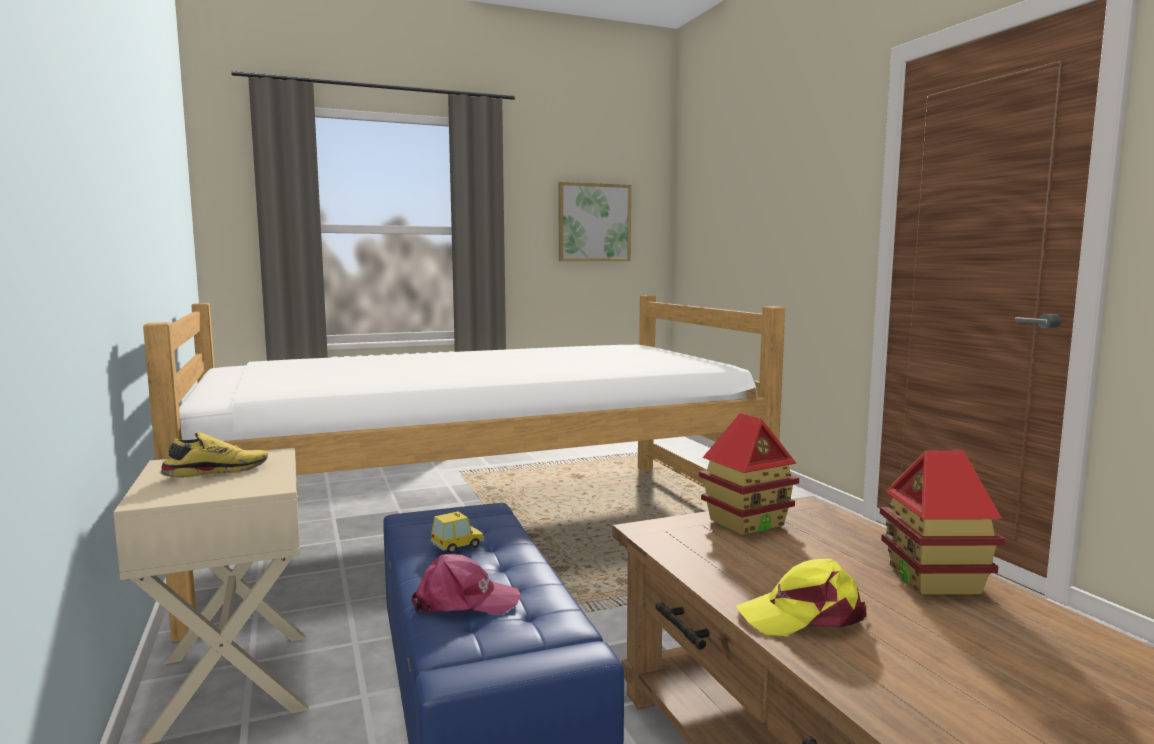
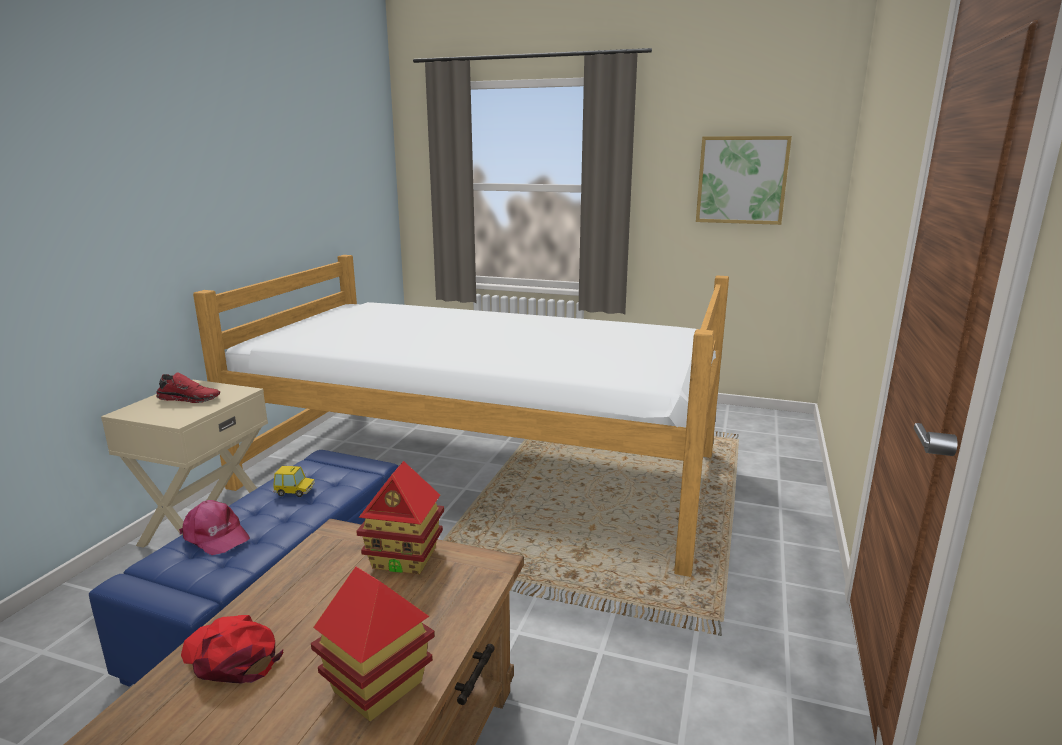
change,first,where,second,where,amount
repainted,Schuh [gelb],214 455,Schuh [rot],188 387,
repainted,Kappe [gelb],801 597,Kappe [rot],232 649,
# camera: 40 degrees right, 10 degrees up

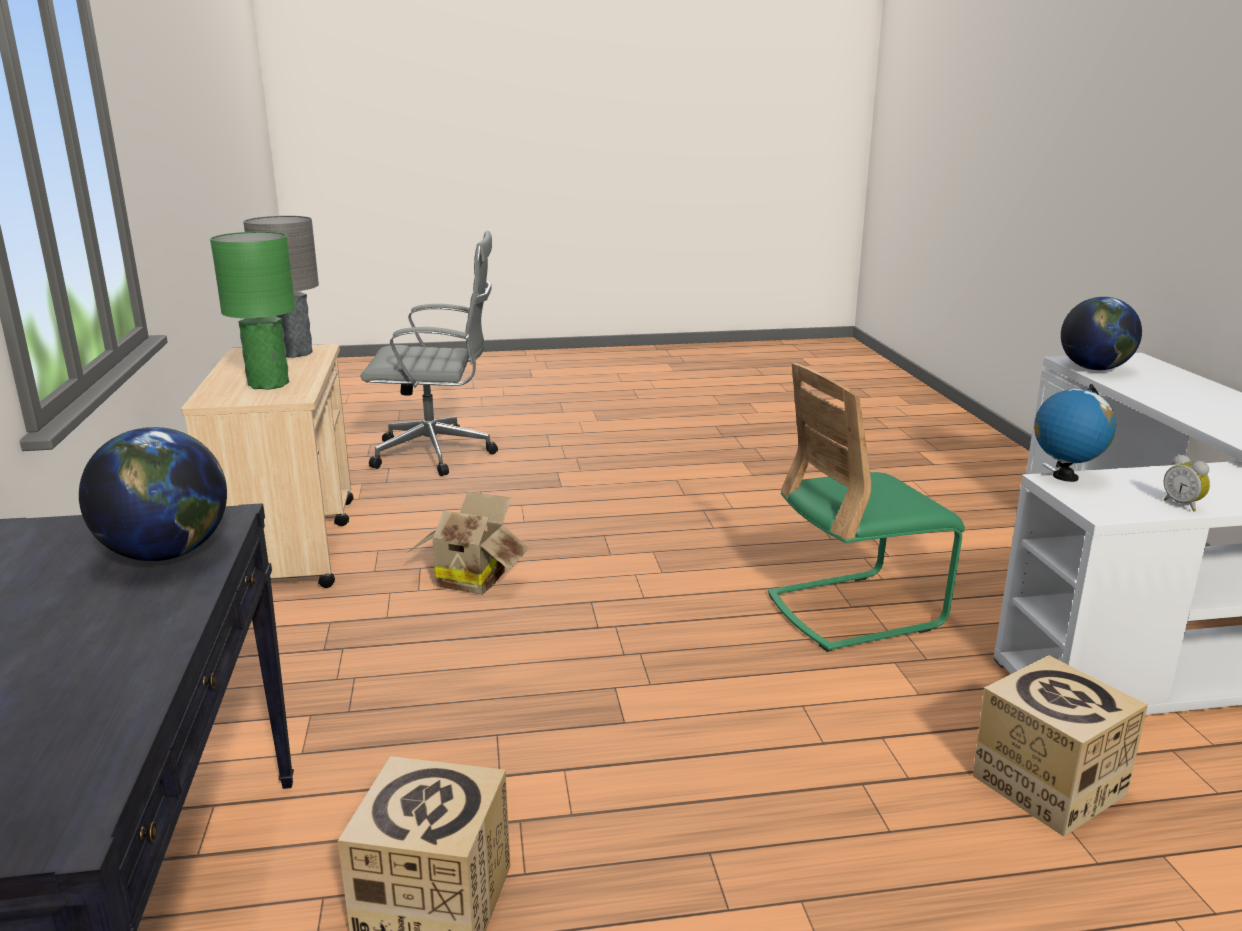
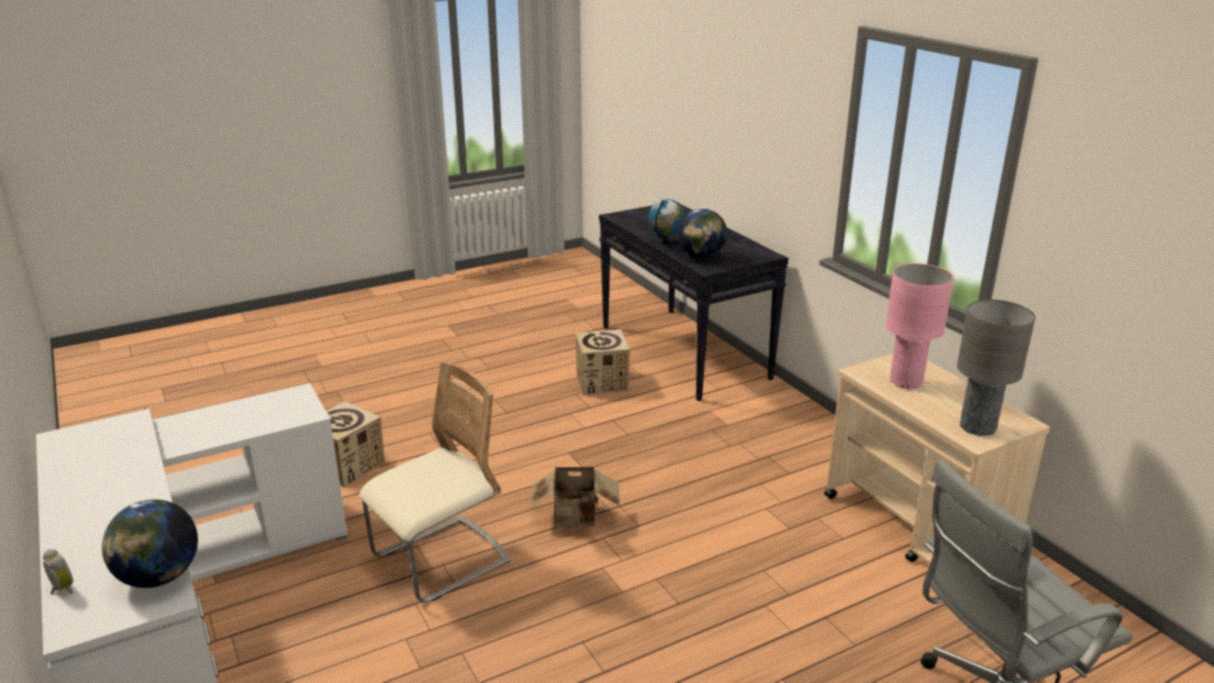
change,first,where,second,where,amount
shifted,Karton,468 543,,575 497,
shifted,Globus,1075 433,,667 222,
shifted,Wecker,1187 483,,58 571,
repainted,Tischlampe [grün],253 310,Tischlampe [rosa],920 326,
repainted,Stuhl [grün],866 507,Stuhl [beige],435 482,
# camera: 160 degrees right, 5 degrees up

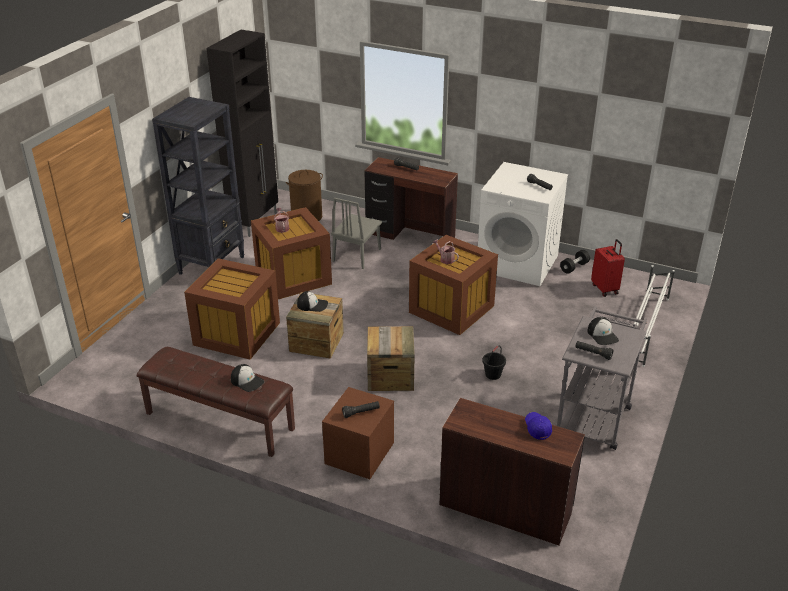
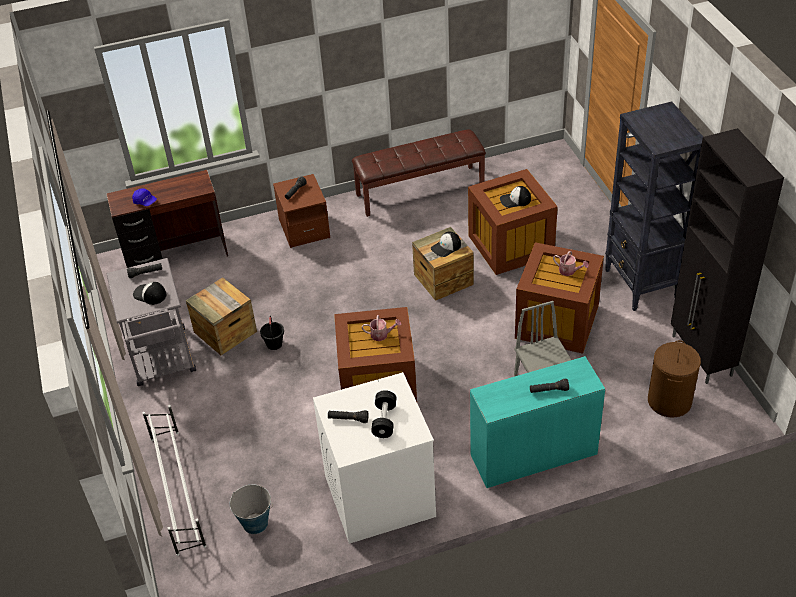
change,first,where,second,where,amount
shifted,Kappe,247 378,,515 197,
shifted,Kiste,391 358,,221 316,
shifted,Hantel [schwarz],575 262,,383 414,
swapped,Koffer [rot],608 268,Eimer,251 509,
repainted,Schreibtisch [braun],411 198,Schreibtisch [türkis],537 422,
# camera: 140 degrees right, 10 degrees up

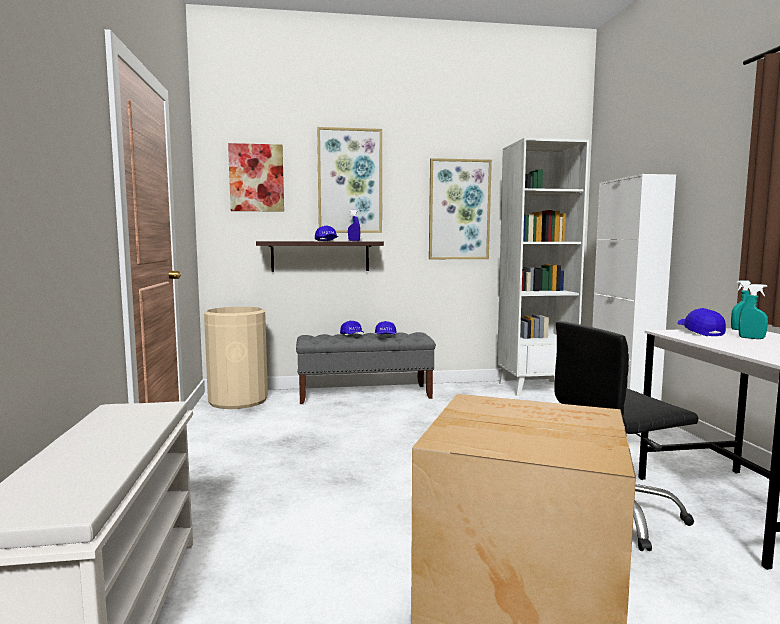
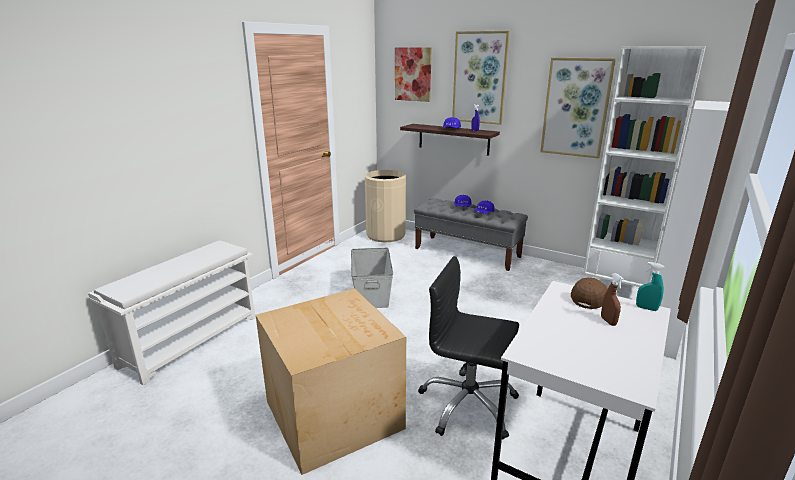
change,first,where,second,where,amount
new,,,Aufbewahrungsbox [grau],372 278,
repainted,Kappe [blau],701 322,Kappe [braun],589 293,
repainted,Sprühflasche [türkis],753 311,Sprühflasche [braun],612 299,
# camera: 40 degrees right, 15 degrees up

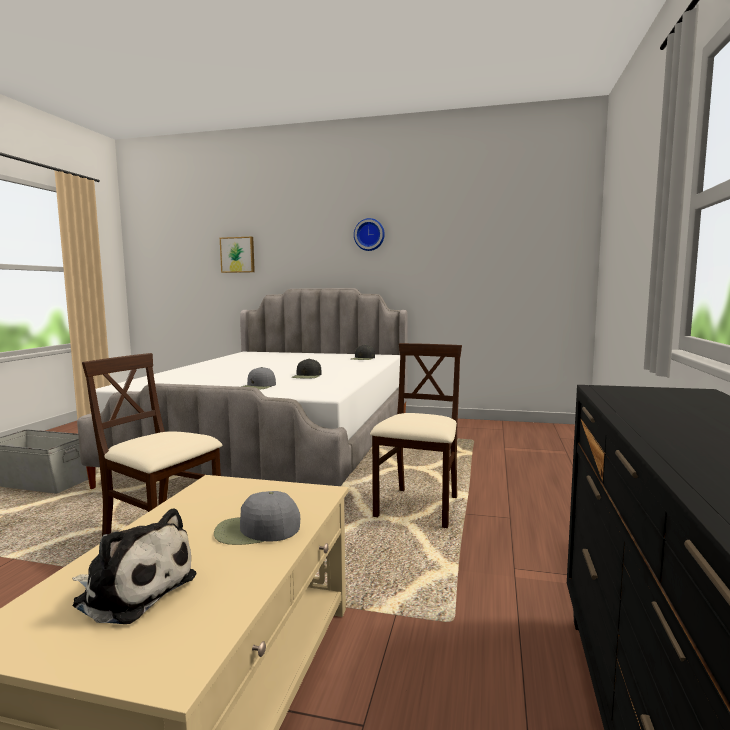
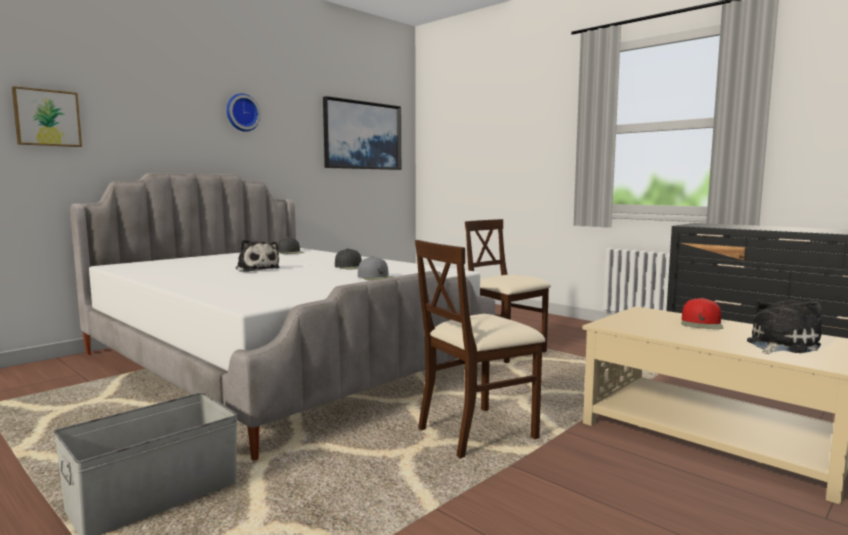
change,first,where,second,where,amount
new,,,Plüschtier,258 256,
new,,,Bild,362 133,
repainted,Kappe [grau],257 518,Kappe [rot],702 313,
# camera: 60 degrees left, 0 degrees up

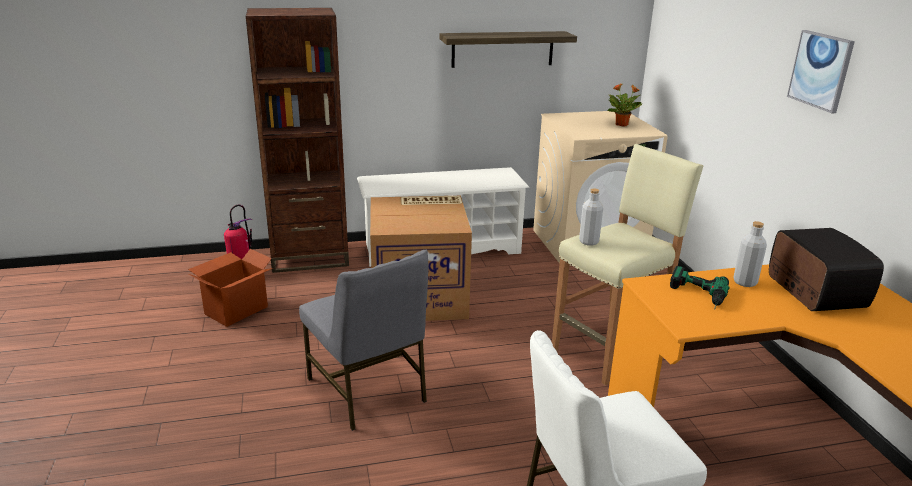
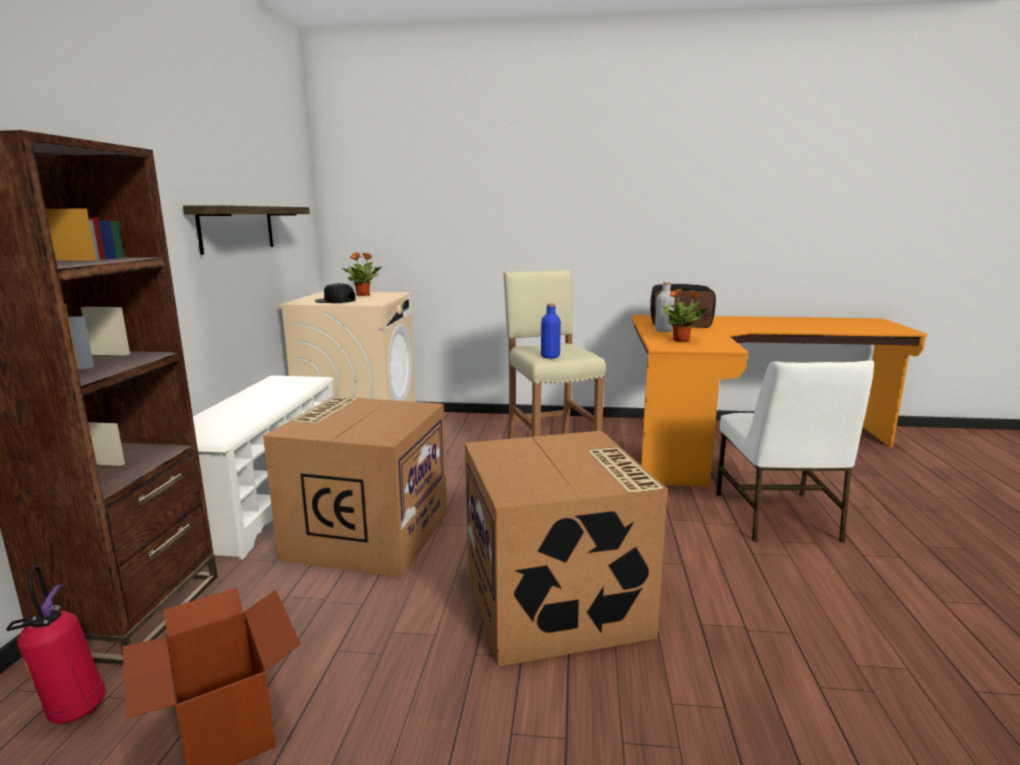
change,first,where,second,where,amount
gone,Bild,821 71,,,
new,,,Kappe [schwarz],335 293,
swapped,Stuhl [grau],364 340,Karton,566 549,
swapped,Bohrmaschine,700 288,Topfpflanze,684 315,
repainted,Flasche [grau],591 217,Flasche [blau],551 331,
# camera: 70 degrees left, 10 degrees down

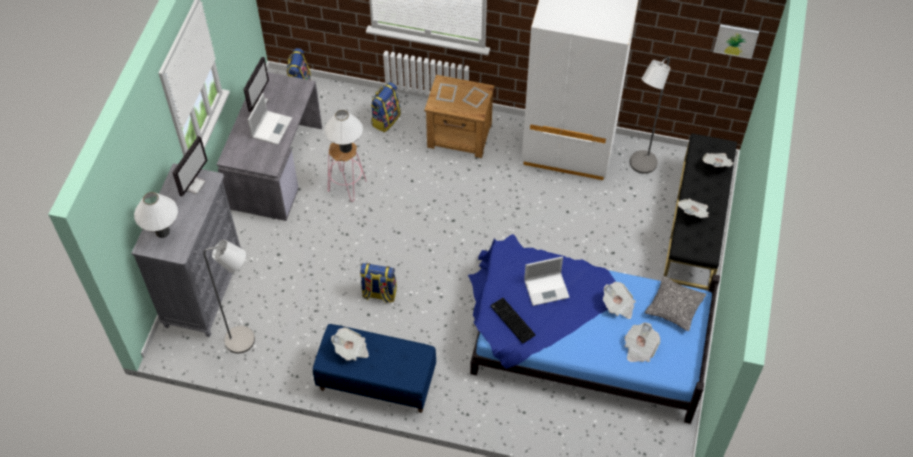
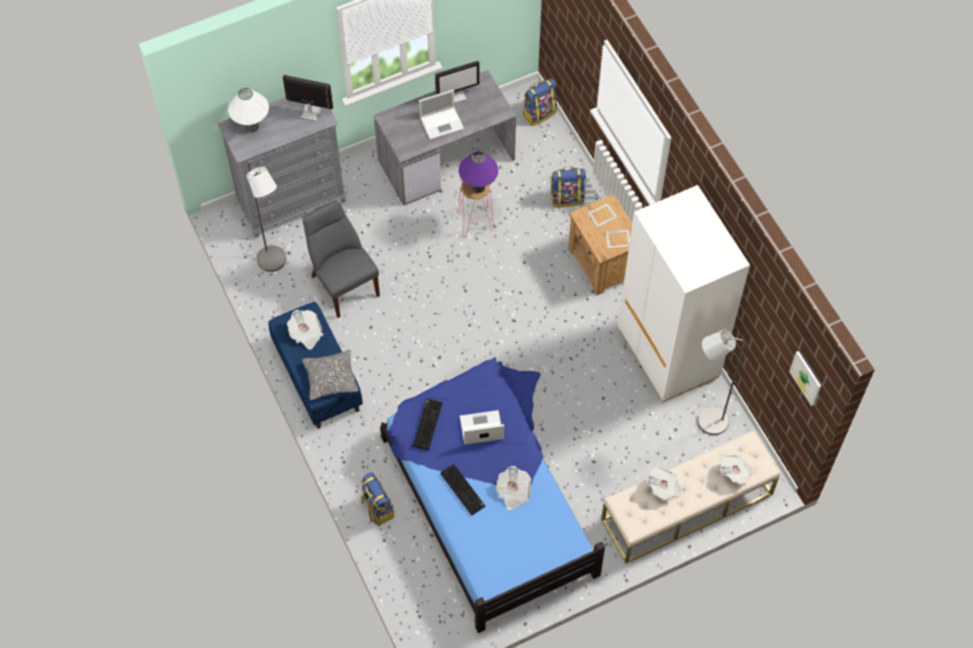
change,first,where,second,where,amount
gone,Zeitung,642 342,,,
new,,,Stuhl [grau],341 259,
new,,,Tastatur,462 489,
shifted,Rucksack,378 283,,377 499,
shifted,Kissen,675 303,,330 375,
repainted,Tischlampe [weiß],343 131,Tischlampe [lila],478 172,
repainted,Bank [schwarz],700 211,Bank [beige],690 497,
rotated,Monitor,190 166,,308 98,150 degrees counterclockwise
rotated,Laptop,547 281,,482 427,135 degrees clockwise
# camera: 50 degrees right, 5 degrees up

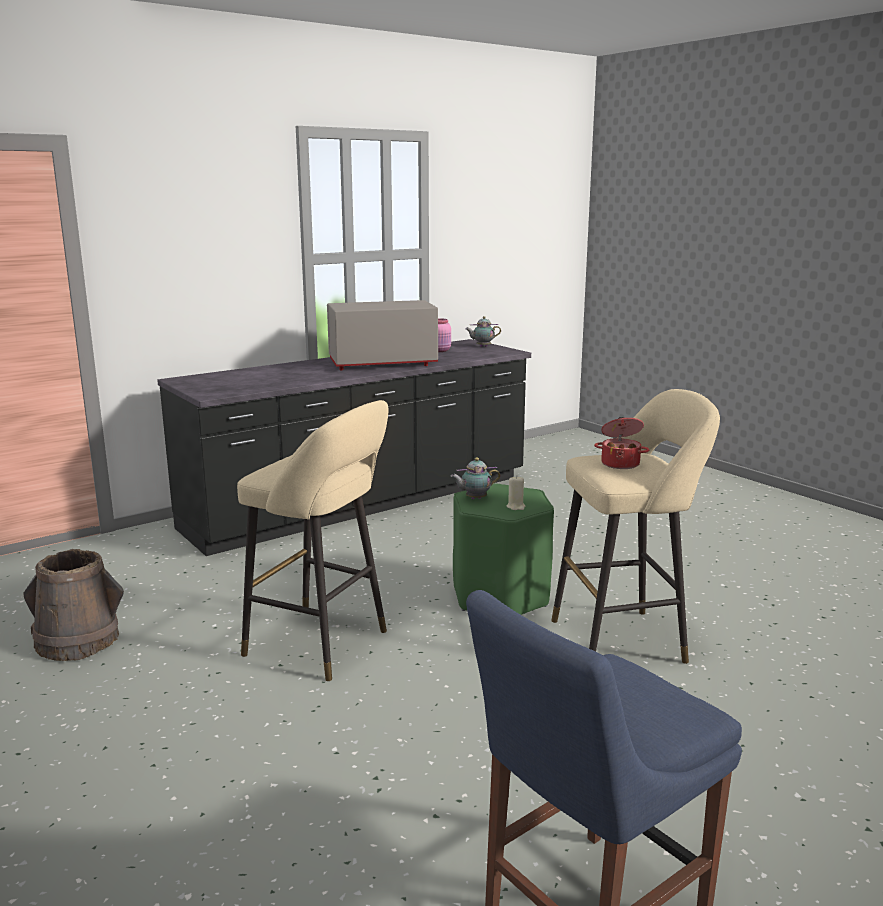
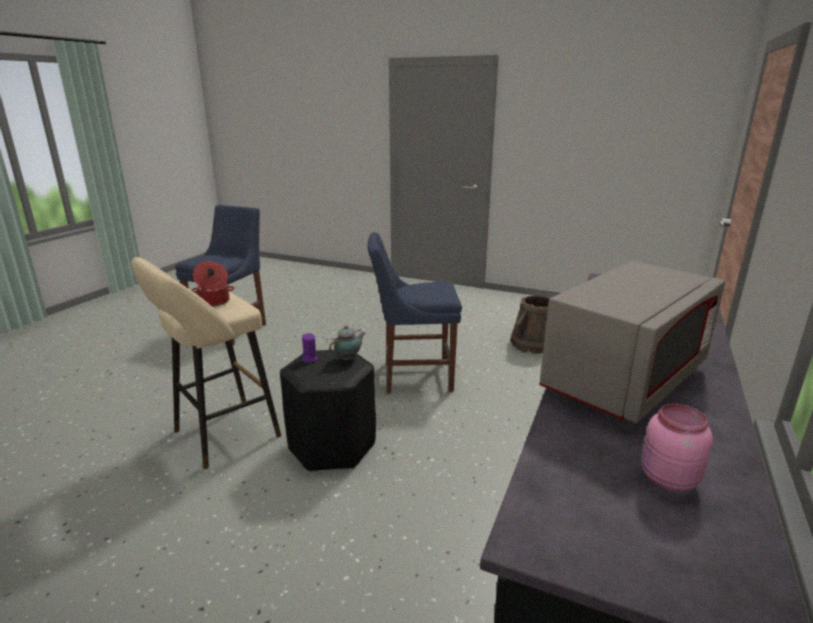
change,first,where,second,where,amount
gone,Teekanne,483 331,,,
swapped,Hocker [beige],313 540,Stuhl [blau],415 312,
repainted,Hocker [grün],503 549,Hocker [schwarz],328 411,
repainted,Kerze [beige],516 493,Kerze [lila],310 348,
# camera: 150 degrees right, 5 degrees up

